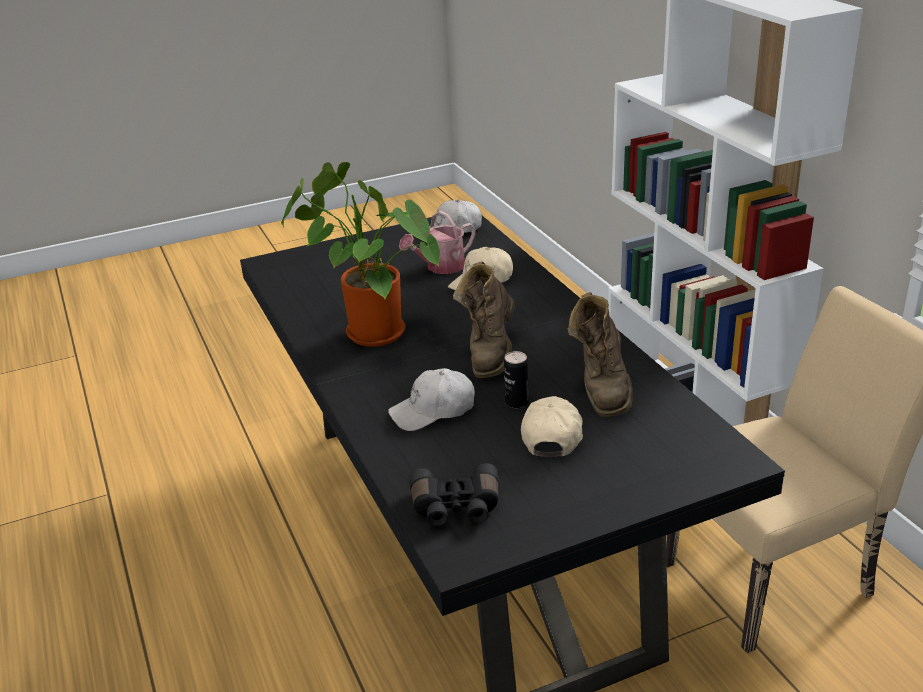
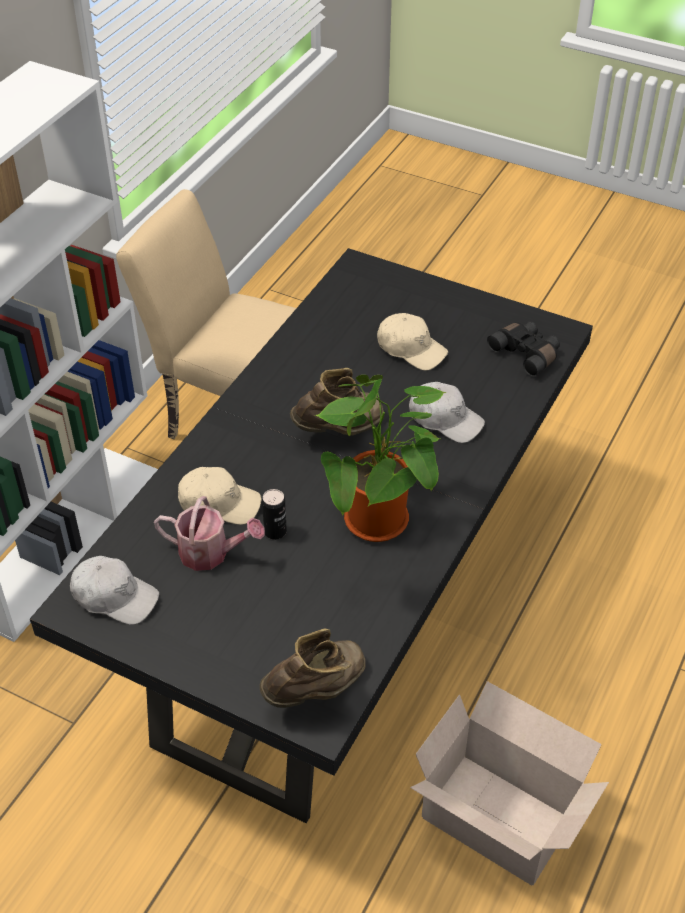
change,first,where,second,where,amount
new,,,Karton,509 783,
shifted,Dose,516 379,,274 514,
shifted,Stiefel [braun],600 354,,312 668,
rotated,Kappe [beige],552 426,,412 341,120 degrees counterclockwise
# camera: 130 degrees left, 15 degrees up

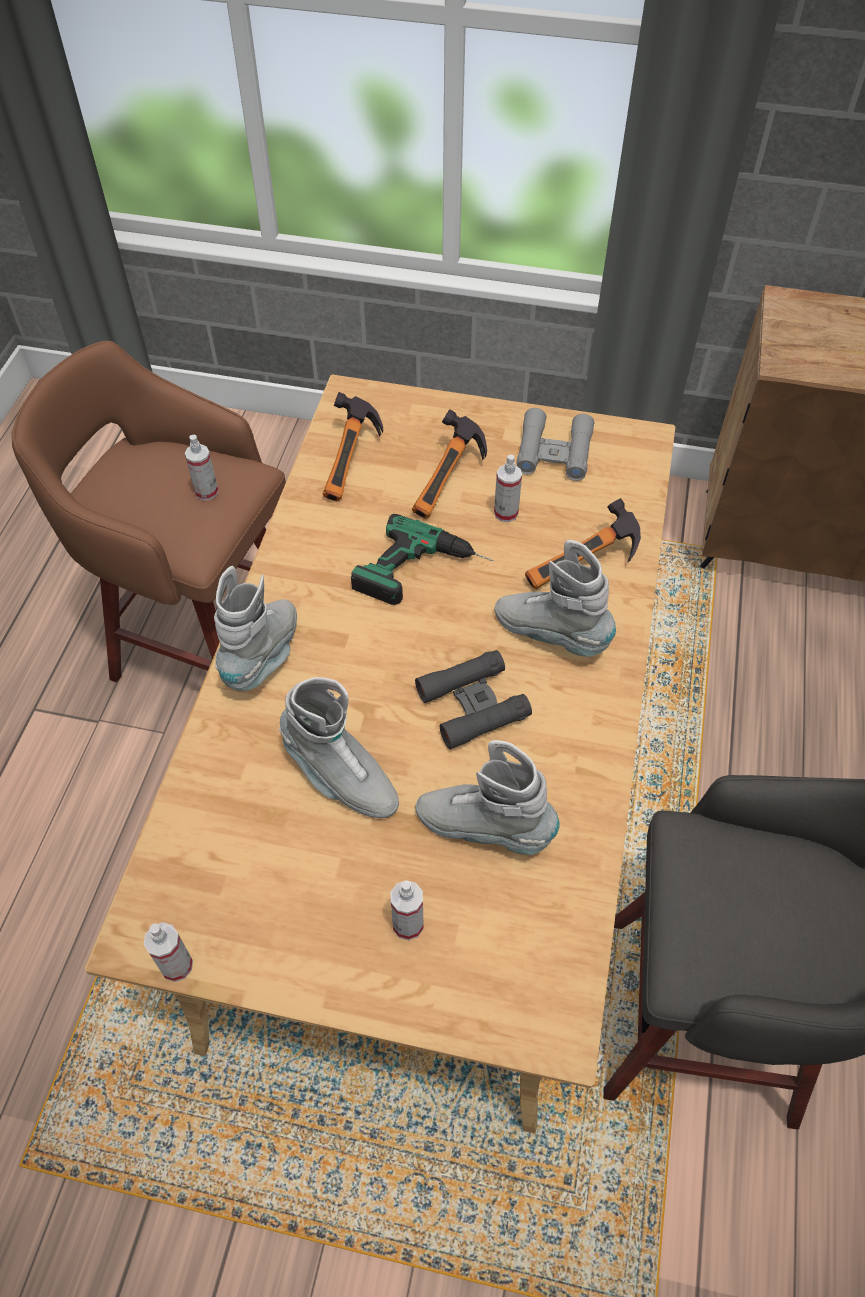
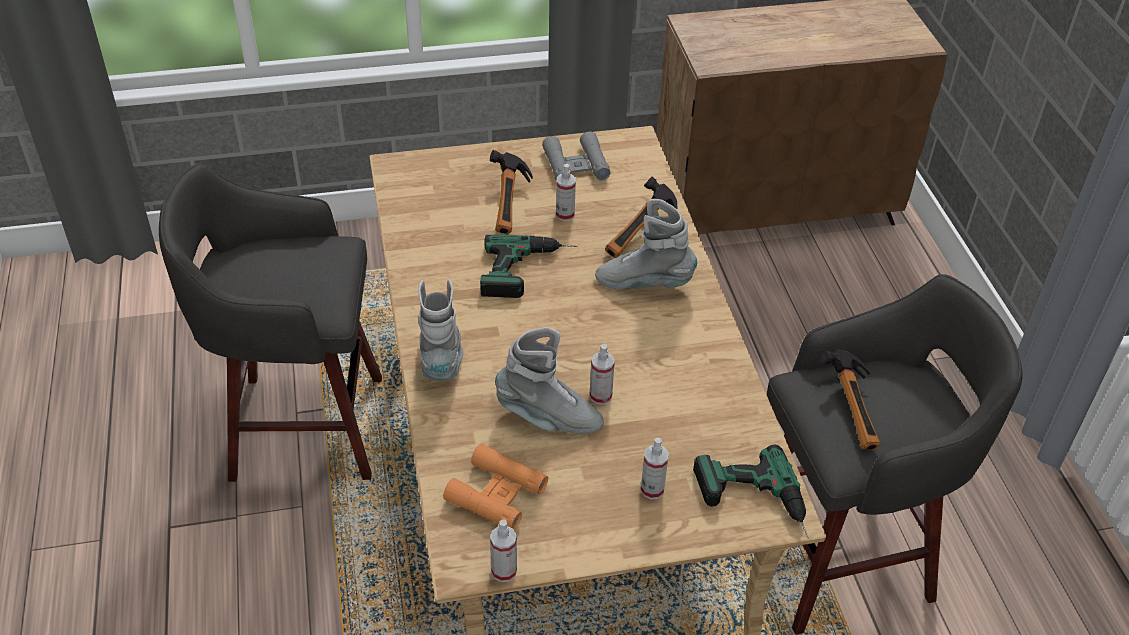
change,first,where,second,where,amount
gone,Fernglas [schwarz],473 700,,,
gone,Stiefel [grau],487 797,,,
new,,,Fernglas [orange],495 487,
new,,,Bohrmaschine,751 492,
shifted,Sprühflasche,202 468,,602 374,
shifted,Hammer,352 447,,850 399,
repainted,Hocker [braun],148 511,Hocker [grau],270 322,
# camera: 25 degrees left, 10 degrees down

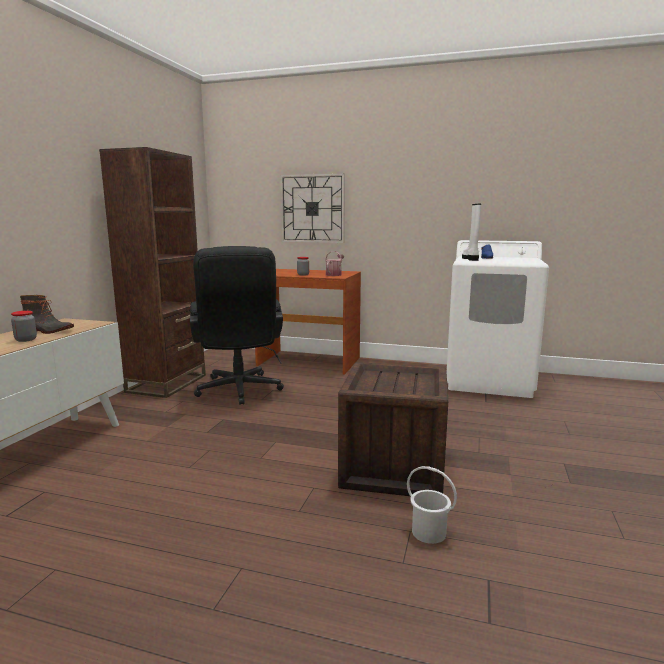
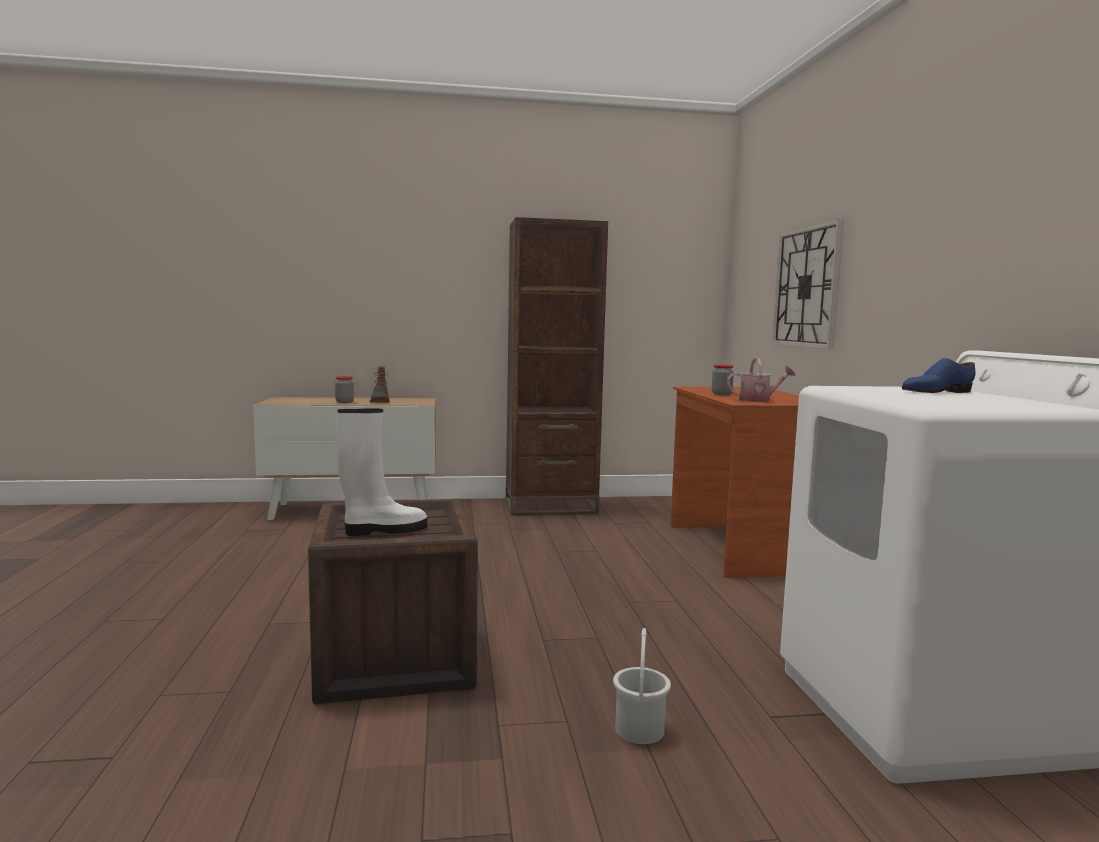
change,first,where,second,where,amount
gone,Bürostuhl [schwarz],237 325,,,
shifted,Eimer [weiß],432 505,,642 686,
shifted,Stiefel [weiß],471 232,,382 472,
# camera: 65 degrees right, 5 degrees down

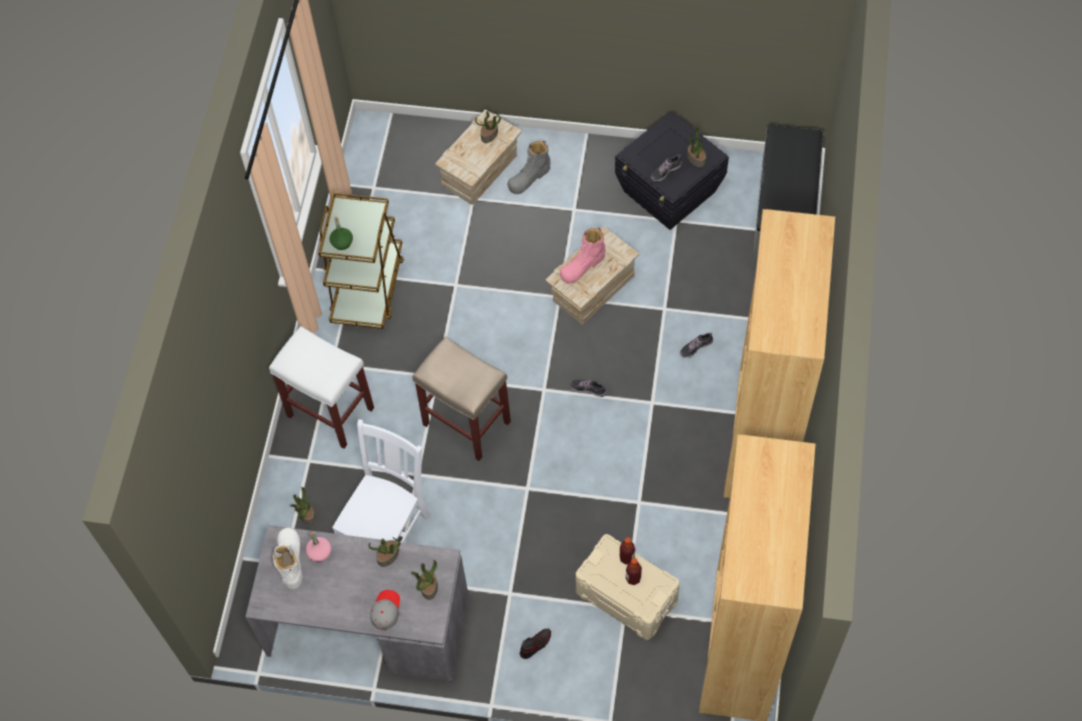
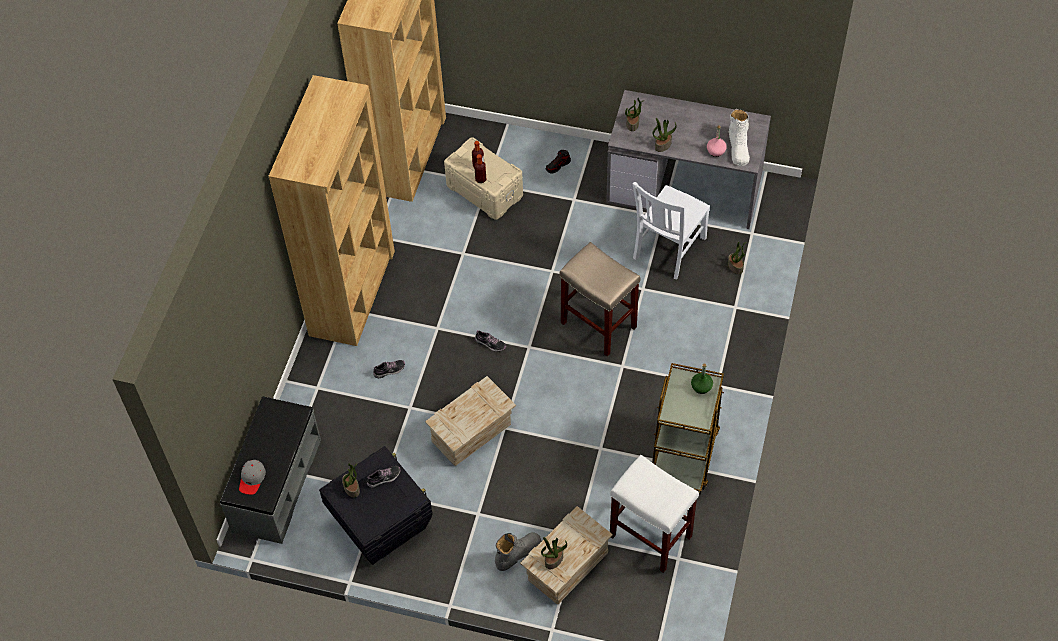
change,first,where,second,where,amount
gone,Stiefel [rosa],582 256,,,
shifted,Hocker [weiß],321 387,,654 514,
shifted,Kappe [grau],385 610,,252 477,
# camera: 175 degrees left, 5 degrees down

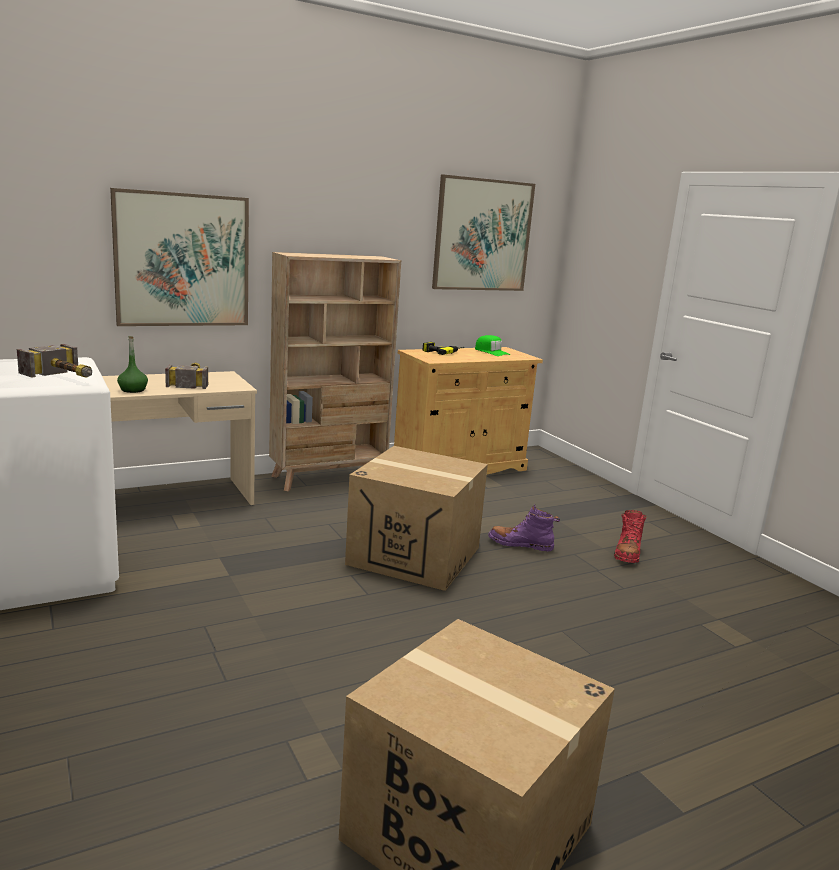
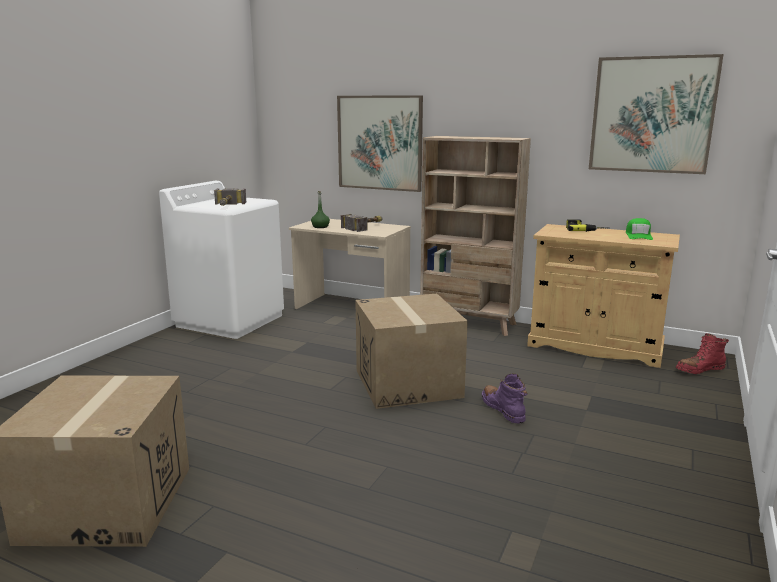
change,first,where,second,where,amount
shifted,Stiefel [rot],630 536,,702 353,
# camera: 55 degrees right, 0 degrees up

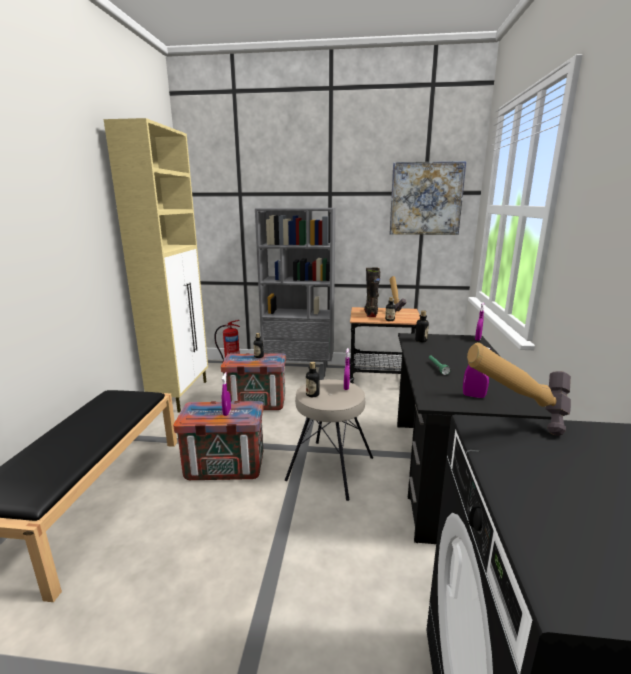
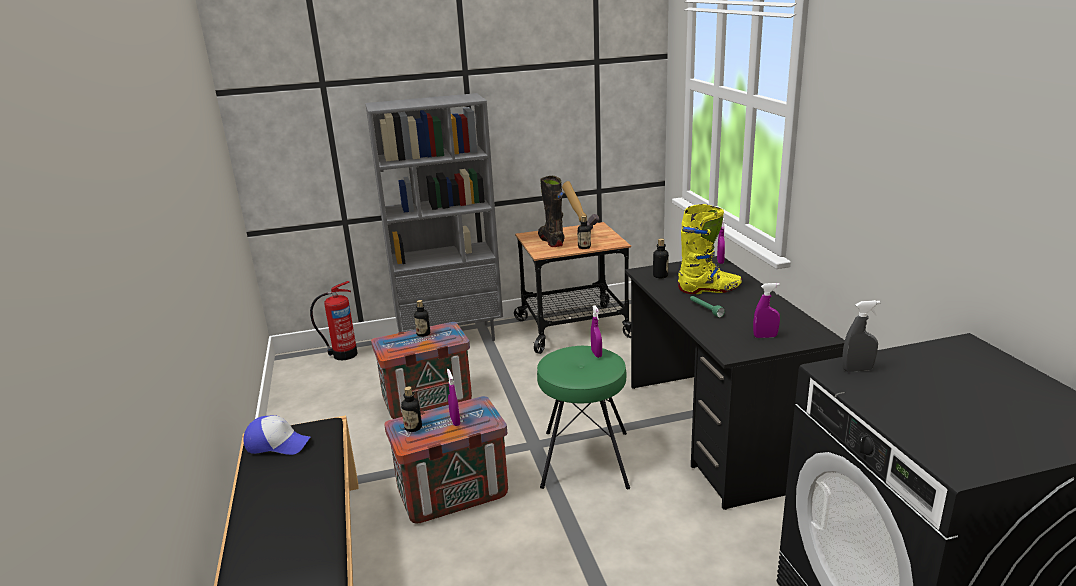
change,first,where,second,where,amount
gone,Schrank [beige],156 265,,,
gone,Bild,427 198,,,
new,,,Kappe,276 435,
new,,,Stiefel [gelb],710 249,
shifted,Flasche,312 379,,411 409,
swapped,Hammer,519 389,Sprühflasche [grau],861 336,
repainted,Hocker [beige],329 440,Hocker [grün],583 417,
# camera: 20 degrees left, 5 degrees up

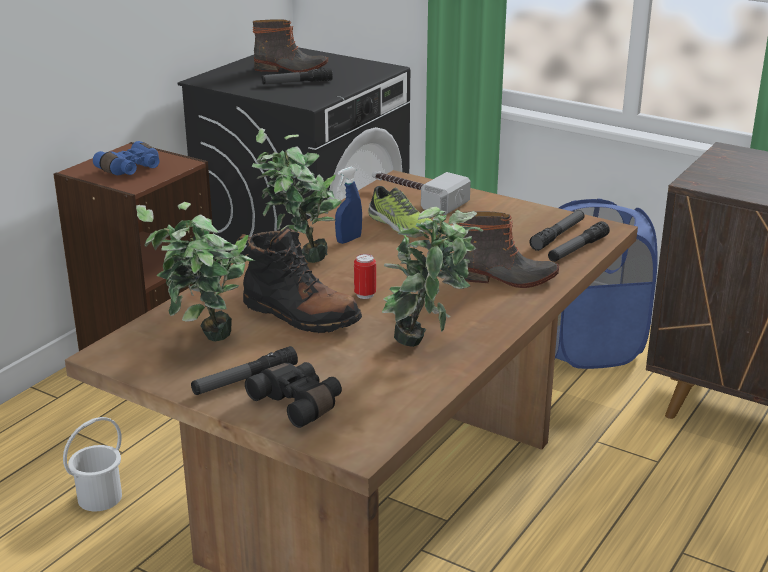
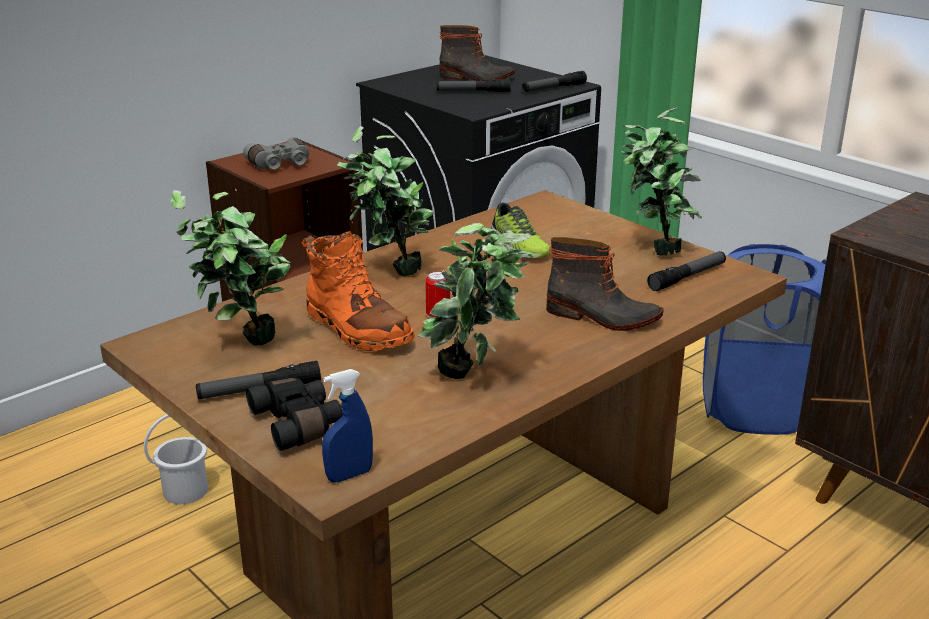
change,first,where,second,where,amount
gone,Hammer,421 193,,,
new,,,Topfpflanze,661 181,
shifted,Sprühflasche [blau],348 205,,347 425,
shifted,Taschenlampe,579 241,,554 81,
repainted,Fernglas [blau],126 158,Fernglas [grau],276 153,
repainted,Stiefel [schwarz],299 279,Stiefel [orange],358 291,
# camera: 15 degrees right, 0 degrees up

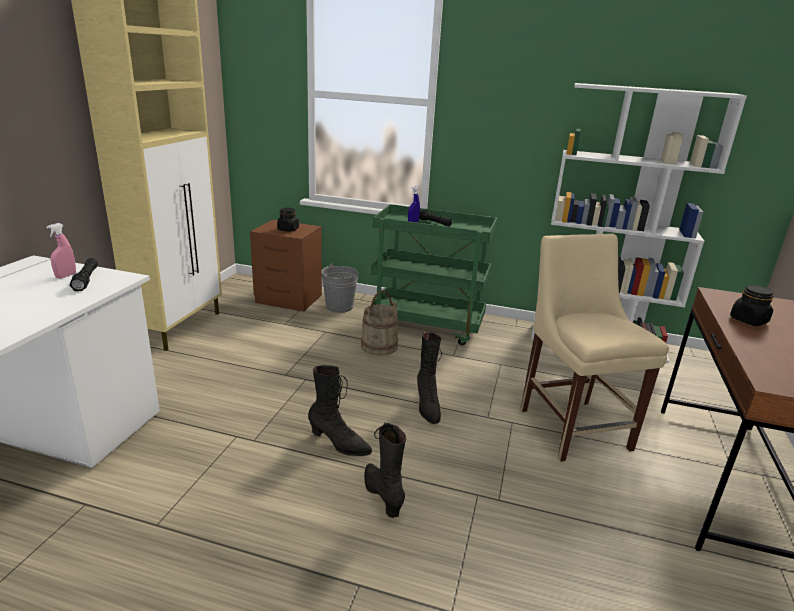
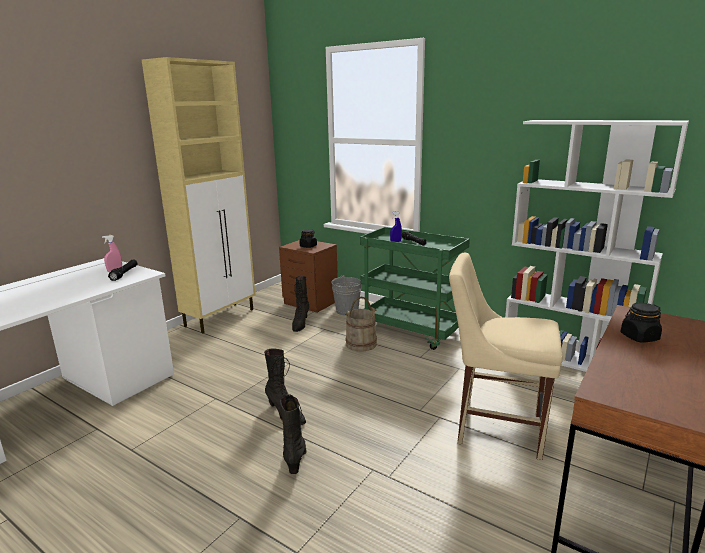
change,first,where,second,where,amount
shifted,Stiefel [schwarz],429 378,,300 304,
rotated,Stuhl [beige],594 348,,506 356,75 degrees counterclockwise
# camera: 20 degrees right, 5 degrees down

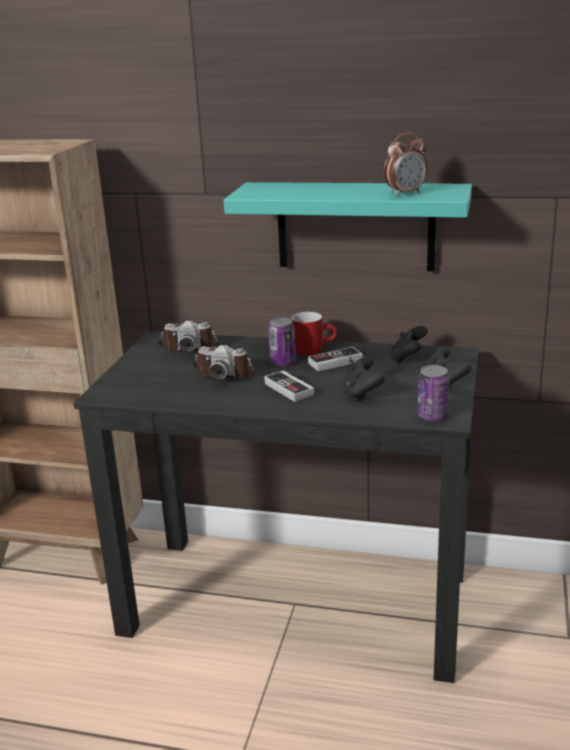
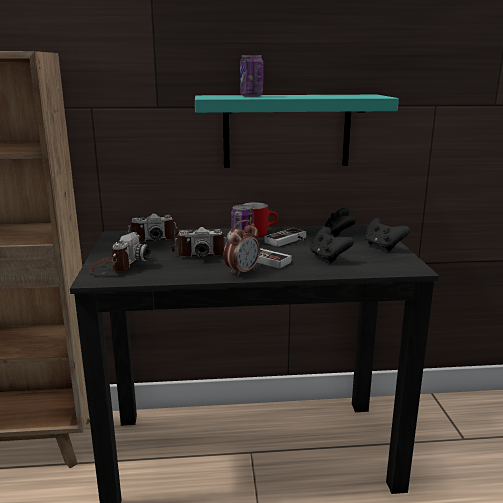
change,first,where,second,where,amount
new,,,Kamera,119 253,
shifted,Wecker,405 164,,242 248,
shifted,Dose,433 393,,251 76,
# camera: 20 degrees left, 5 degrees down

